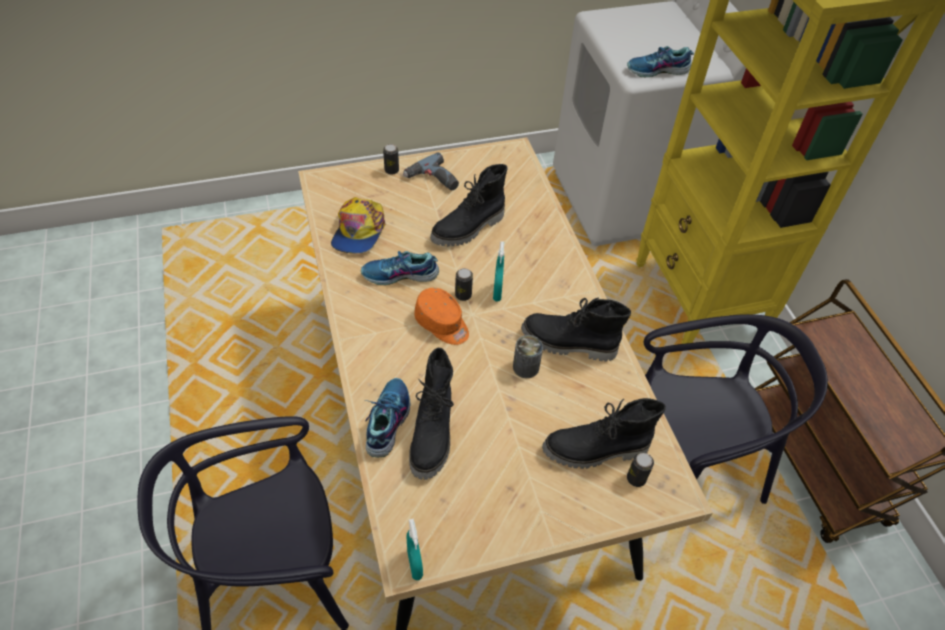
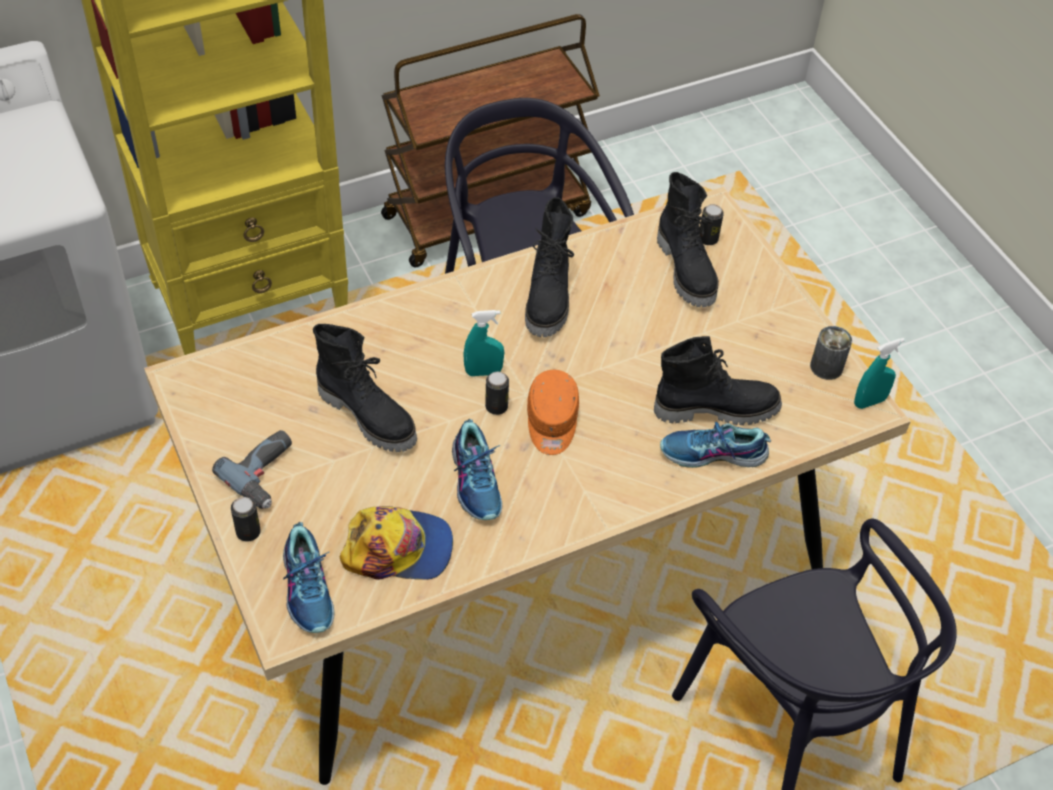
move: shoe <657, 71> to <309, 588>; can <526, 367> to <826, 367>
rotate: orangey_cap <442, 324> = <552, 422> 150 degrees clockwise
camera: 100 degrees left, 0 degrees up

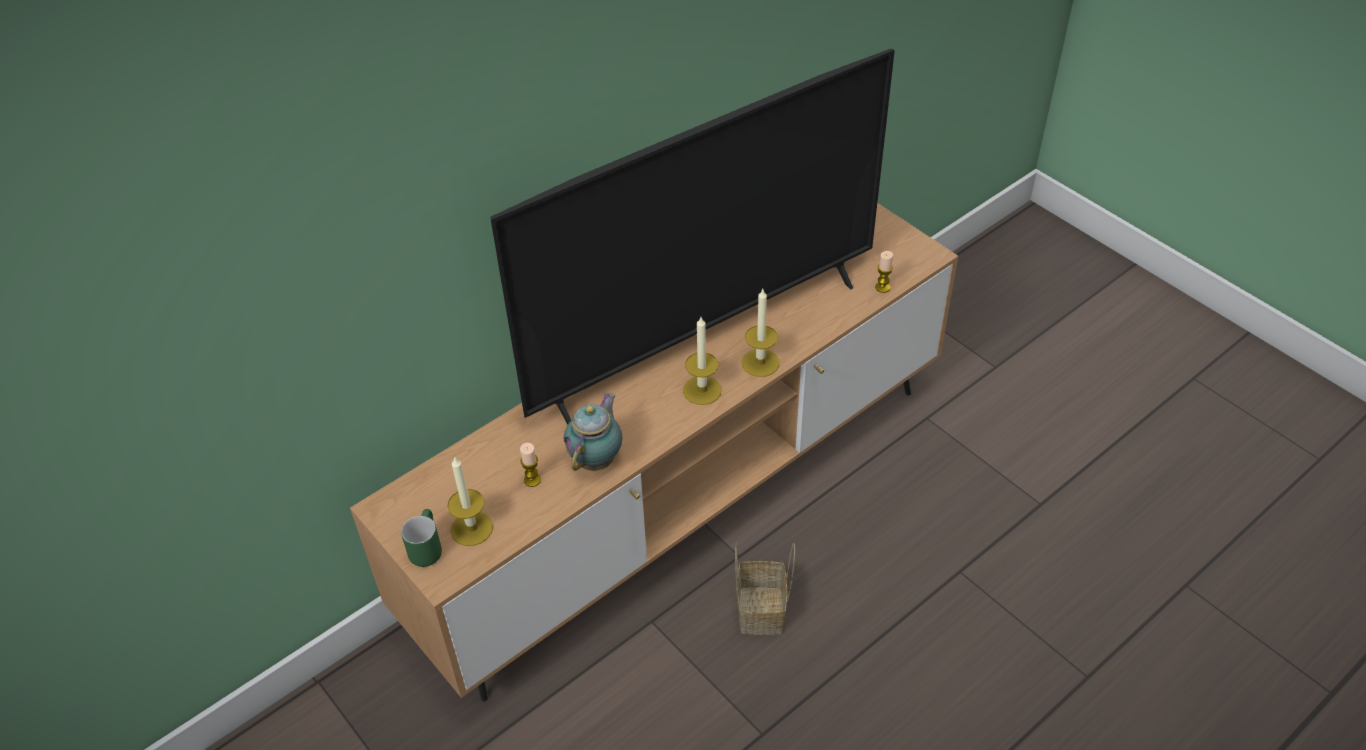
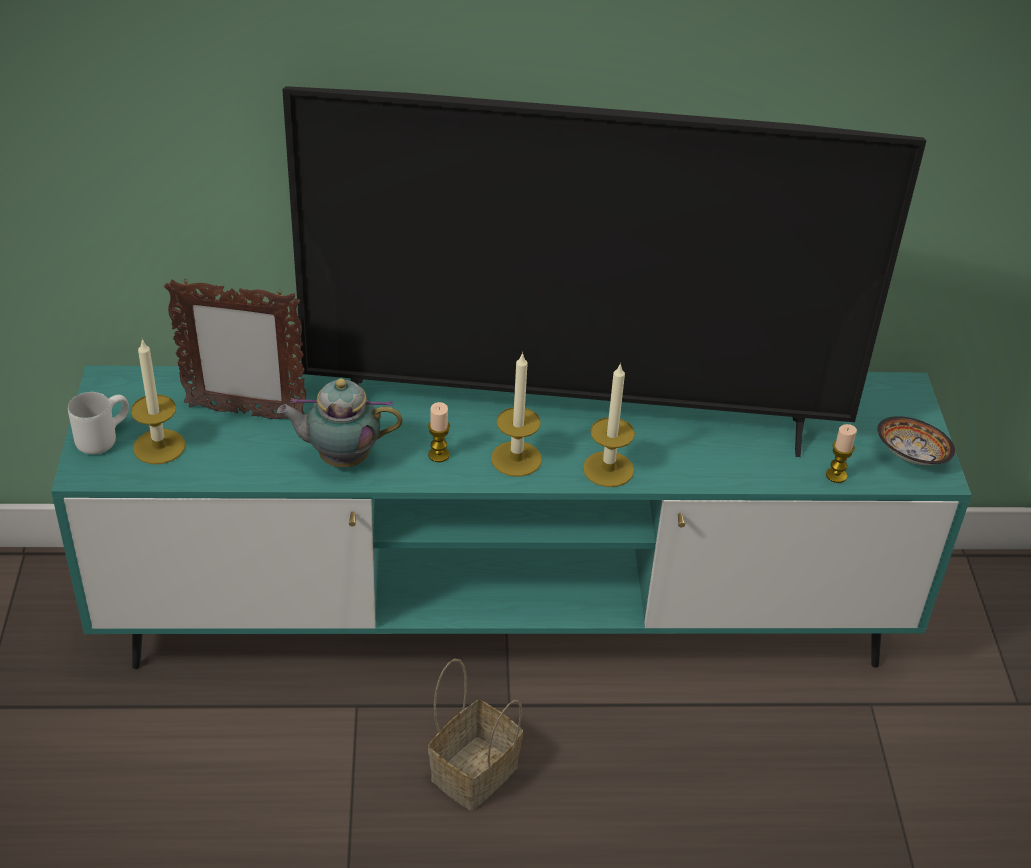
insert: photo_frame <245, 413>; bowl <911, 456>
move: candle <532, 480> to <438, 455>
recolor: brown_tv_unit <685, 506> to blue-green_tv_unit <505, 621>; green_tea_mug <425, 548> to white_tea_mug <102, 437>
rotate: teapot <597, 459> = <340, 458> 150 degrees counterclockwise
camera: 35 degrees right, 5 degrees down

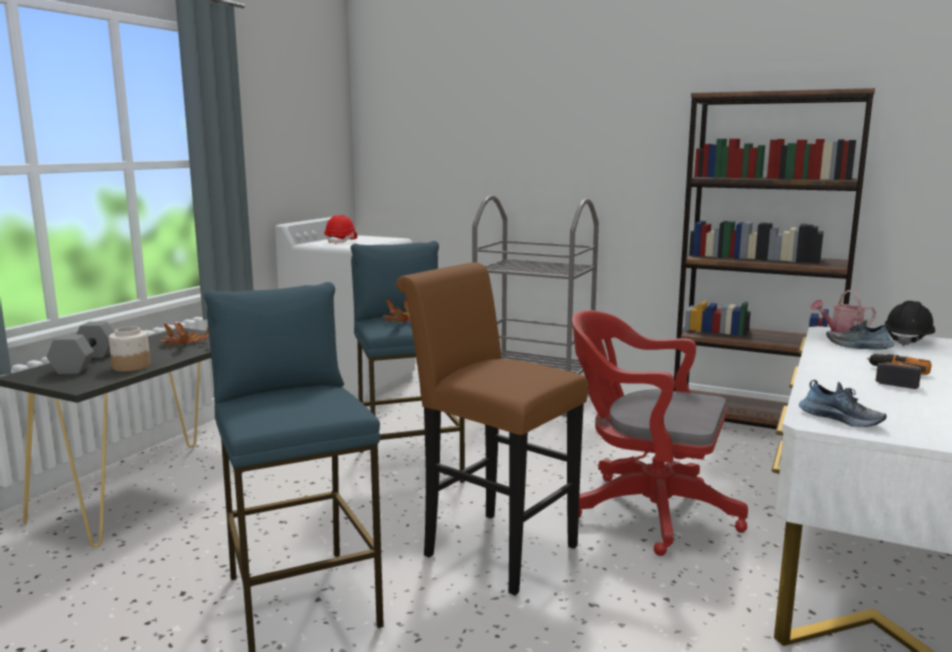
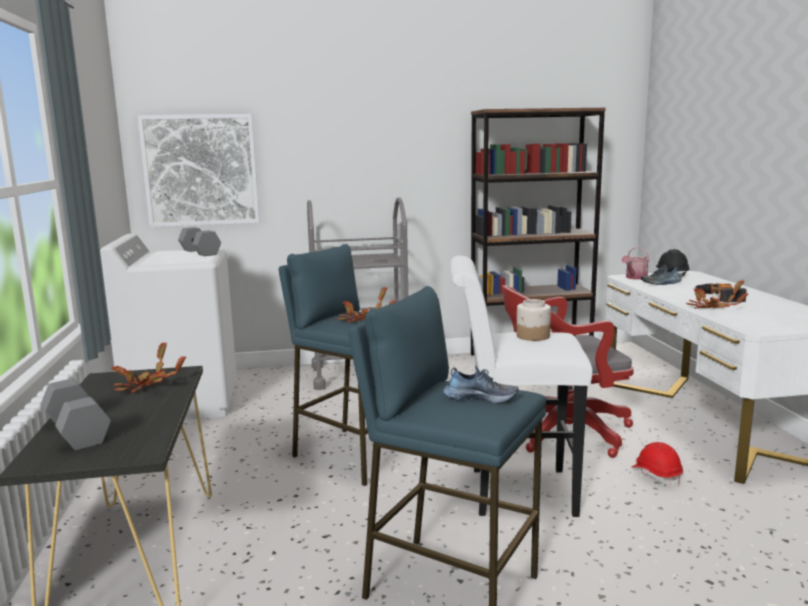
insert: wall_picture <201, 170>; grey_free_weight <201, 252>; houseplant <711, 308>
move: red_safety_helmet <341, 242> to <656, 475>; jar <131, 366> to <533, 336>; shoe <841, 418> to <480, 397>
recolor: brown_sitting_stool <491, 547> to white_sitting_stool <512, 491>
camera: 35 degrees left, 0 degrees up

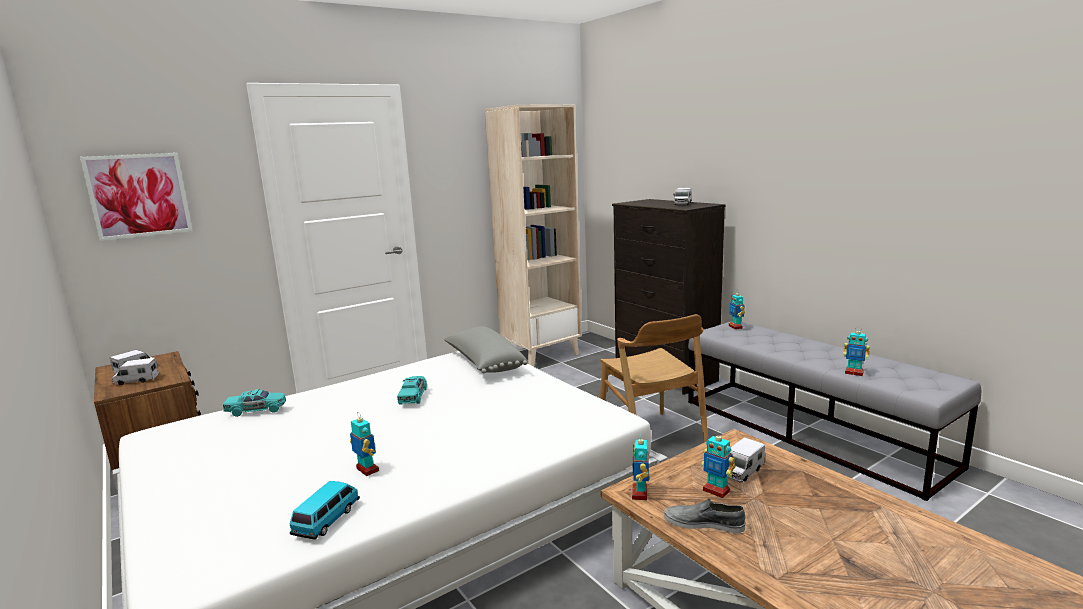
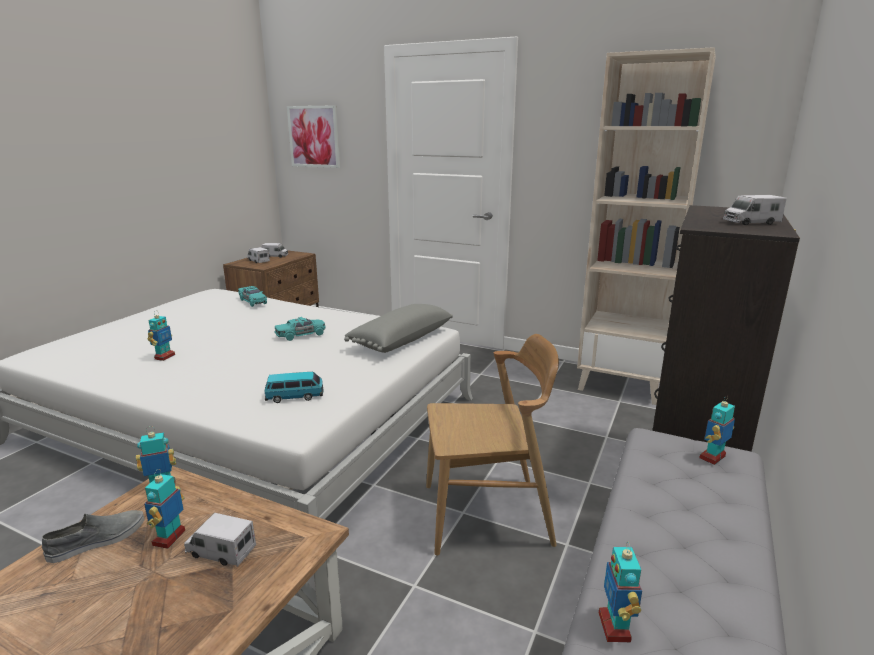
move: toy_car <327, 520> to <295, 397>
rotate: brown_chair <651, 437> = <487, 515> 135 degrees counterclockwise; grey_shoe <704, 523> = <98, 540> 60 degrees clockwise
camera: 60 degrees right, 5 degrees up

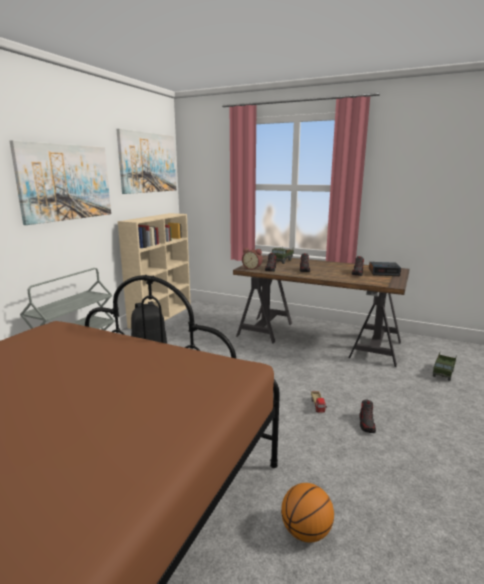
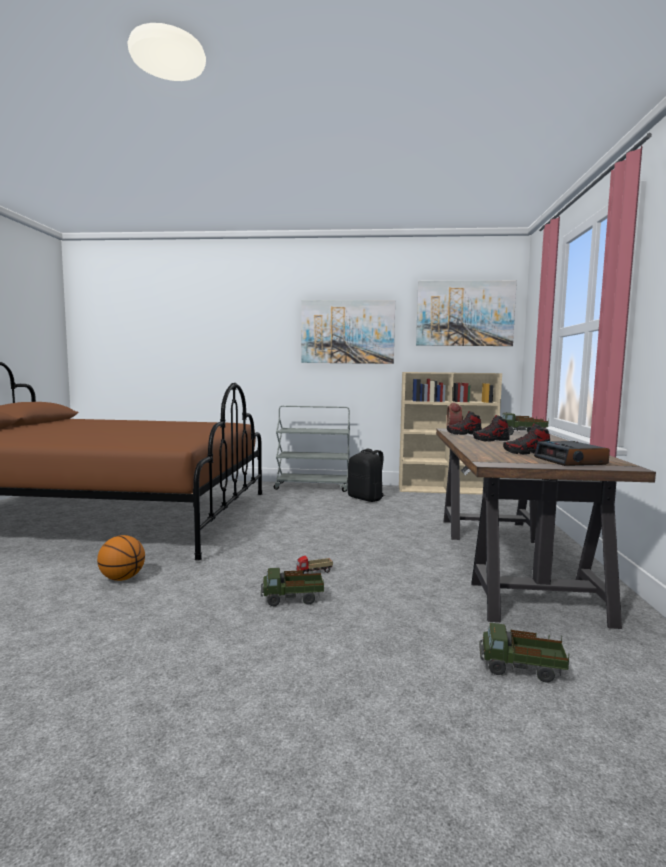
replace: shoe <366, 424> to model_truck <292, 599>
camera: 70 degrees right, 10 degrees down

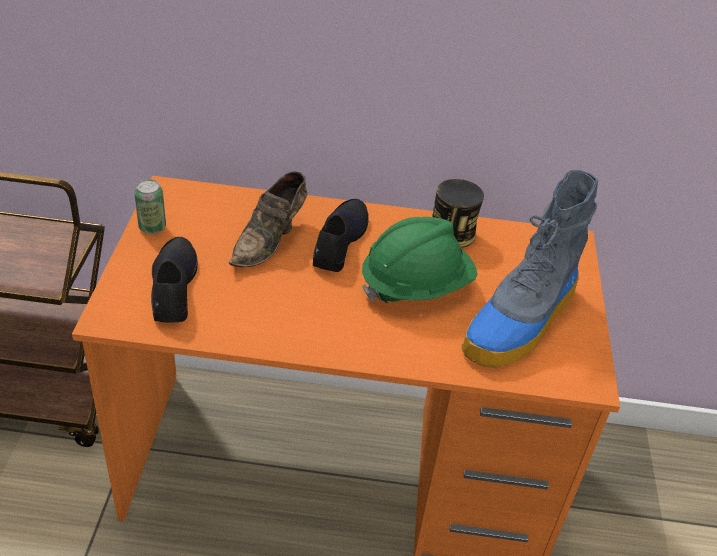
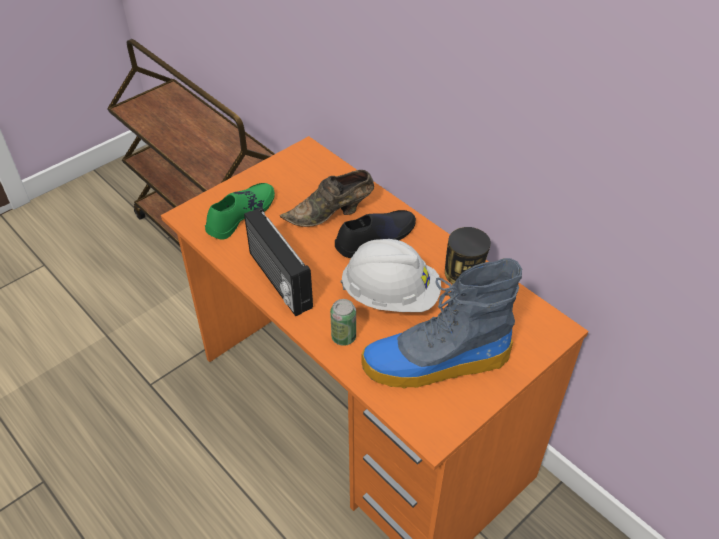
insert: radio <278, 280>
move: can <152, 227> to <343, 337>
recolor: green_safety_helmet <416, 286> to white_safety_helmet <390, 296>; blackish_shoe <173, 287> to green_shoe <240, 215>
camera: 45 degrees right, 5 degrees up

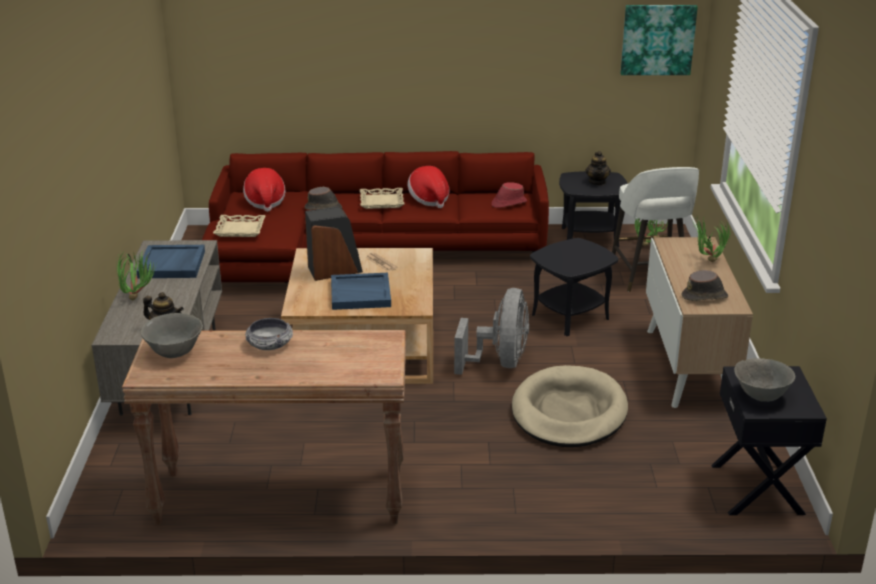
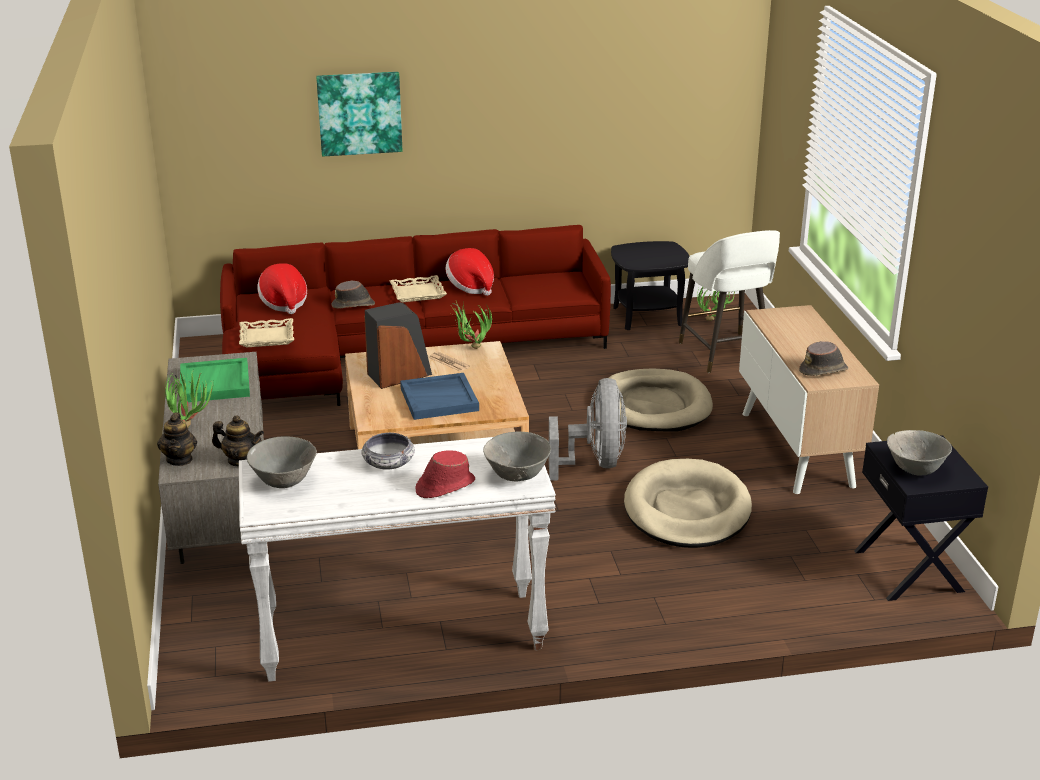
insert: grey_bowl <517, 476>
move: wall_picture <657, 39> to <359, 113>; teapot <597, 182> to <180, 459>; red_clothing_hat <508, 203> to <444, 486>; houseplant <707, 262> to <471, 349>
replace: blackish_accent_table <570, 317> to sand-coloured_dog_bed <654, 406>
recolor: bluish_carrying_tray <172, 265> to green_carrying_tray <215, 384>; brown_hall_table <279, 498> to white_hall_table <401, 637>
camera: 10 degrees left, 0 degrees up

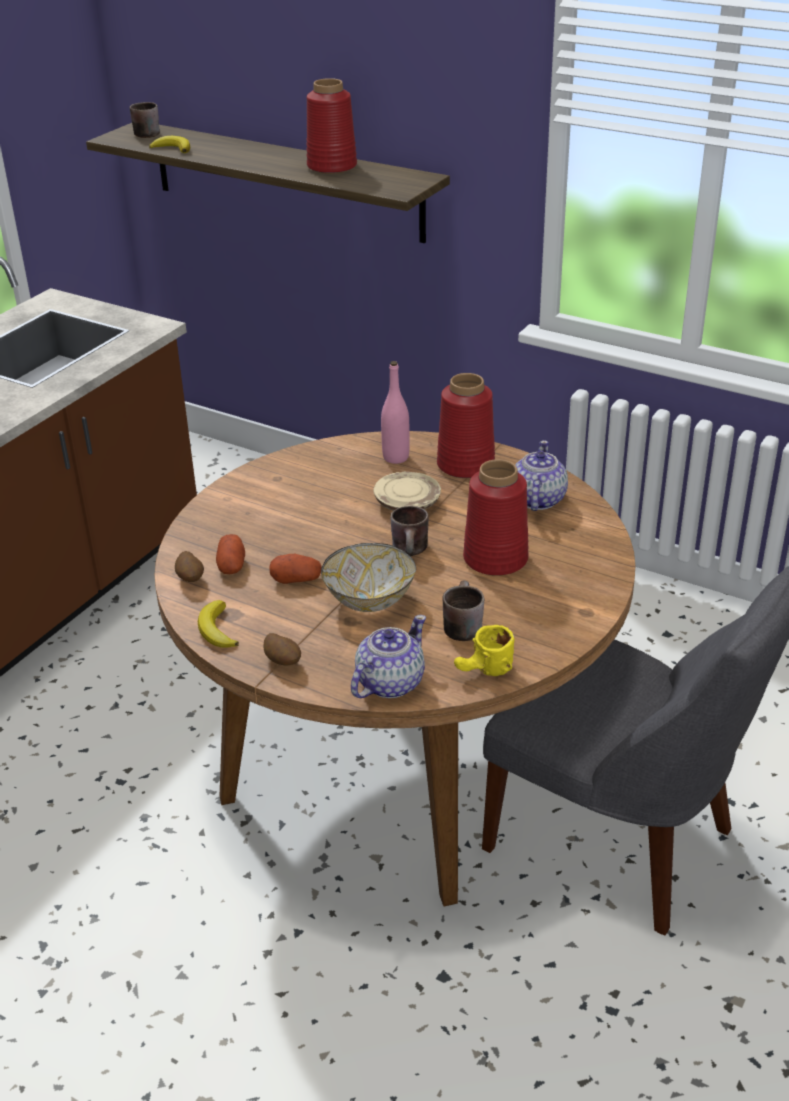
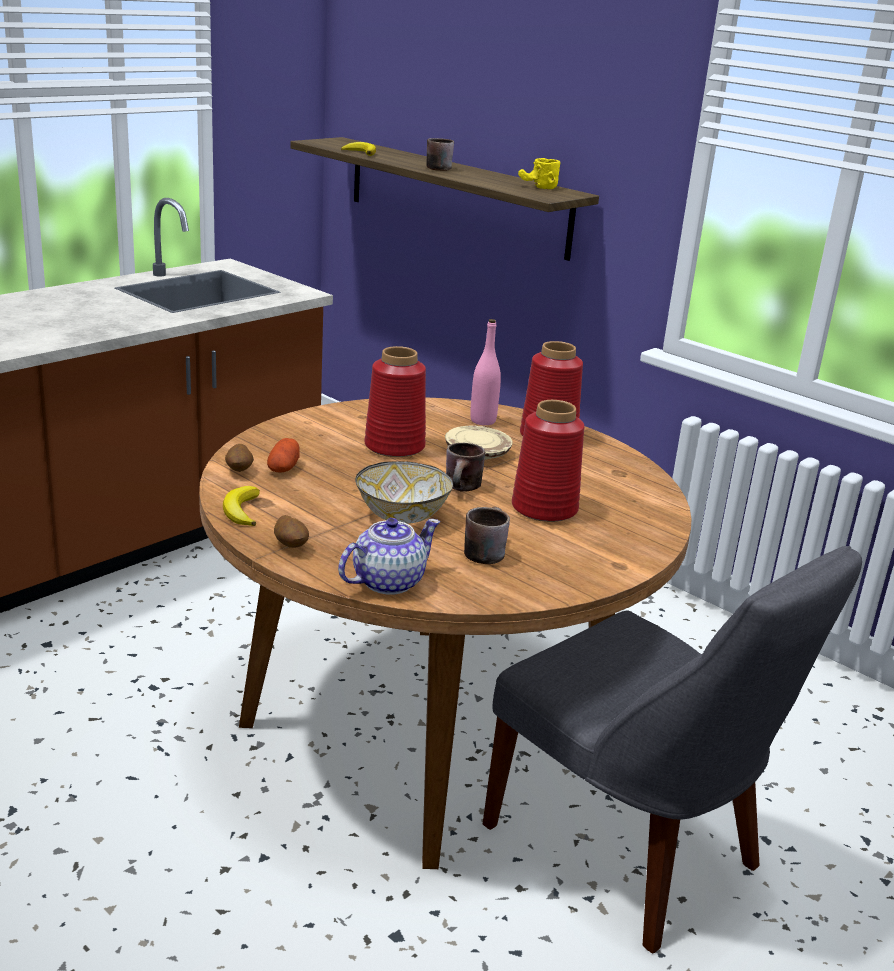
delete: teapot <537, 500>; spud <296, 579>
move: red_decorative_vase <332, 166> to <395, 446>; brown_tea_mug <144, 133> to <437, 167>; yellow-coloured_tea_mug <484, 672> to <538, 187>
camera: 10 degrees right, 10 degrees down

